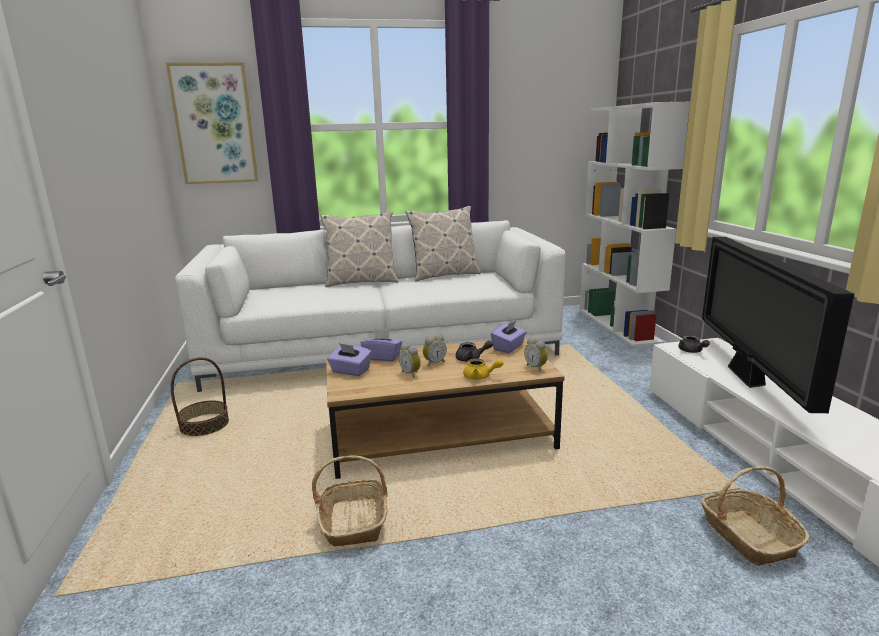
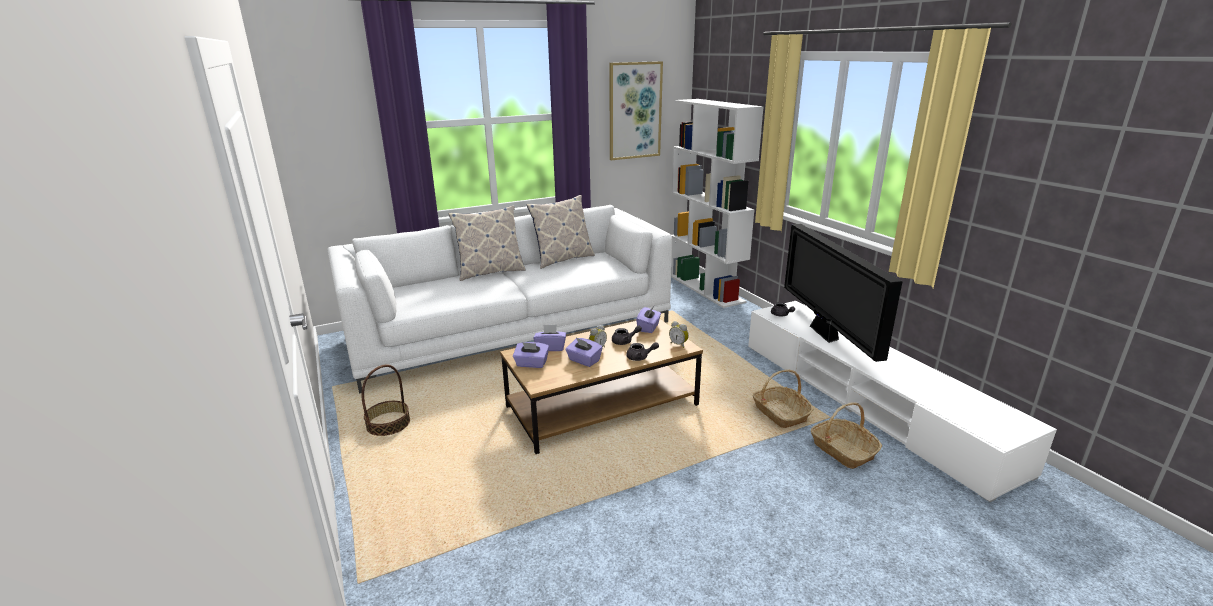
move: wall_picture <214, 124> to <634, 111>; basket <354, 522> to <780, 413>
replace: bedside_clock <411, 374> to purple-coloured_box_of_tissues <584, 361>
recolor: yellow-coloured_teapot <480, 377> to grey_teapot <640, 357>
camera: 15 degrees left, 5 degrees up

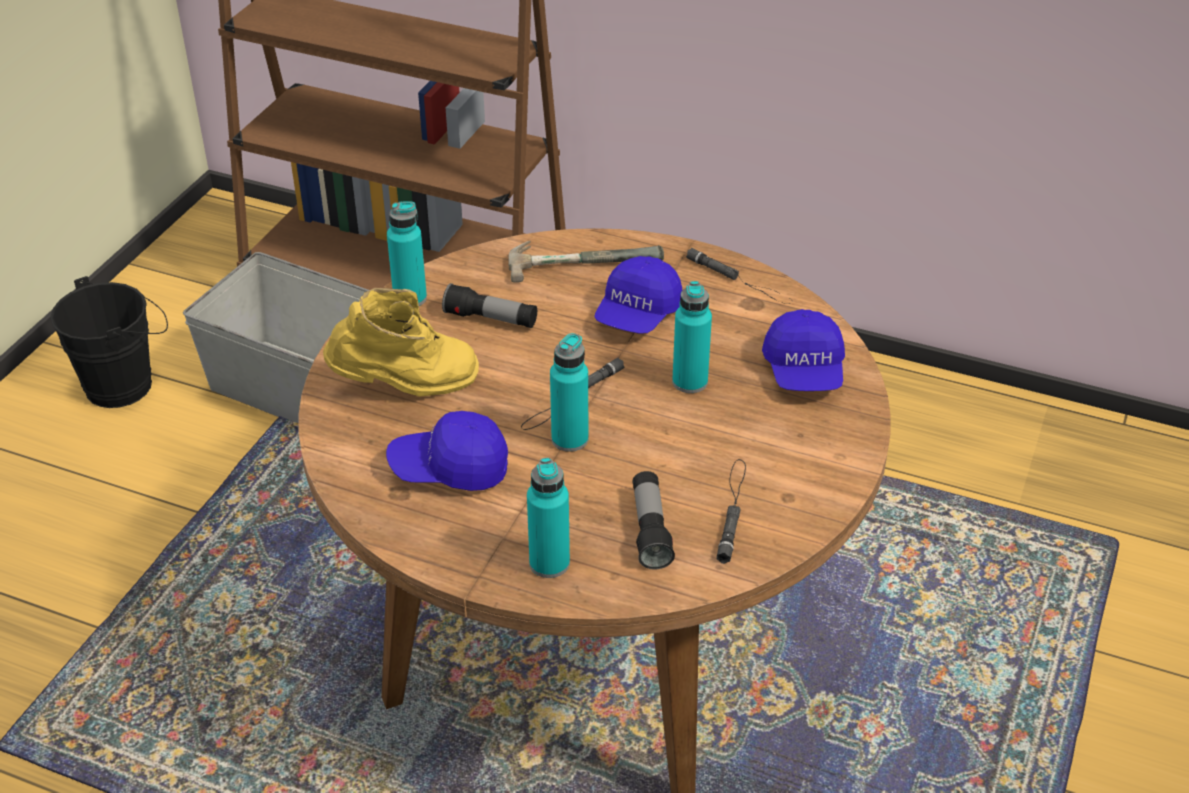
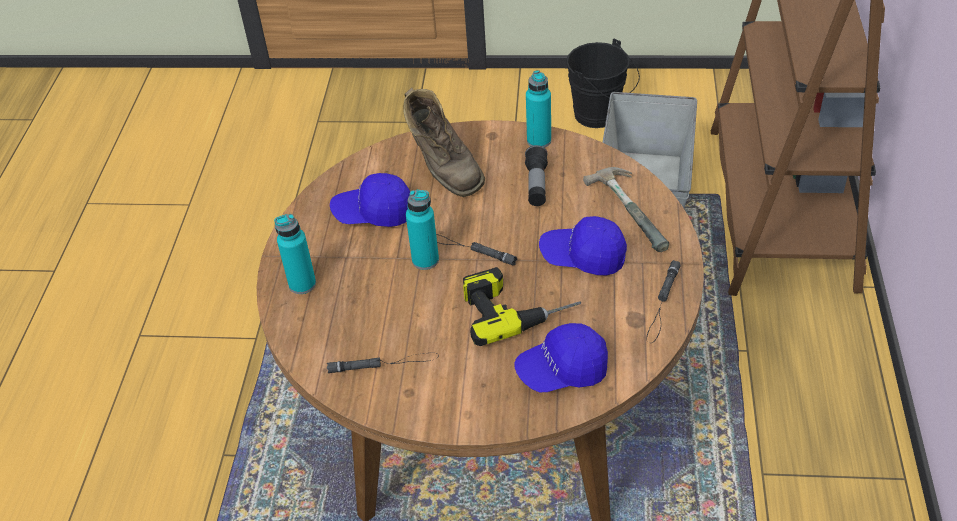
delete: torch <650, 530>
replace: blue-green_beverage_bottle <690, 382> to drill <516, 306>
recolor: yellow-coloured_boot <406, 388> to brown_boot <443, 170>
rotate: bluish_cap <450, 469> = <374, 213> 75 degrees counterclockwise
camera: 75 degrees right, 5 degrees up

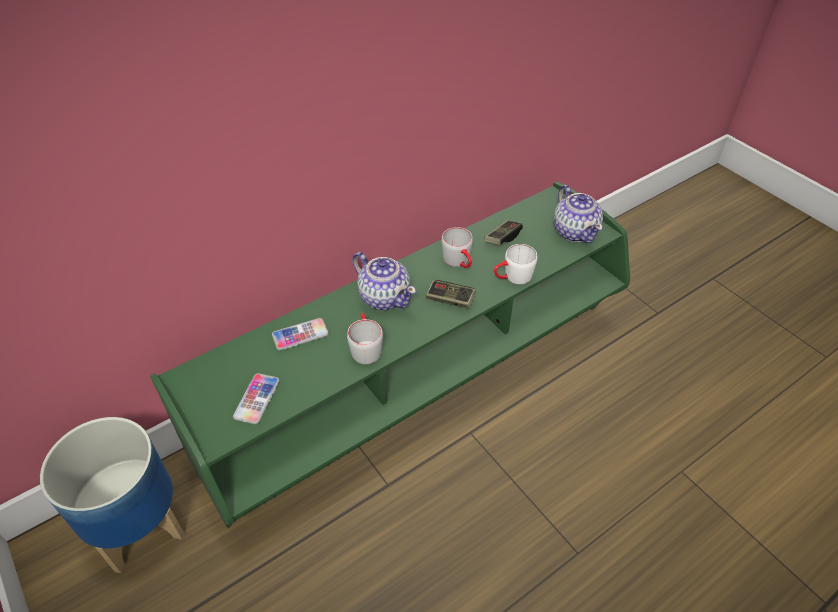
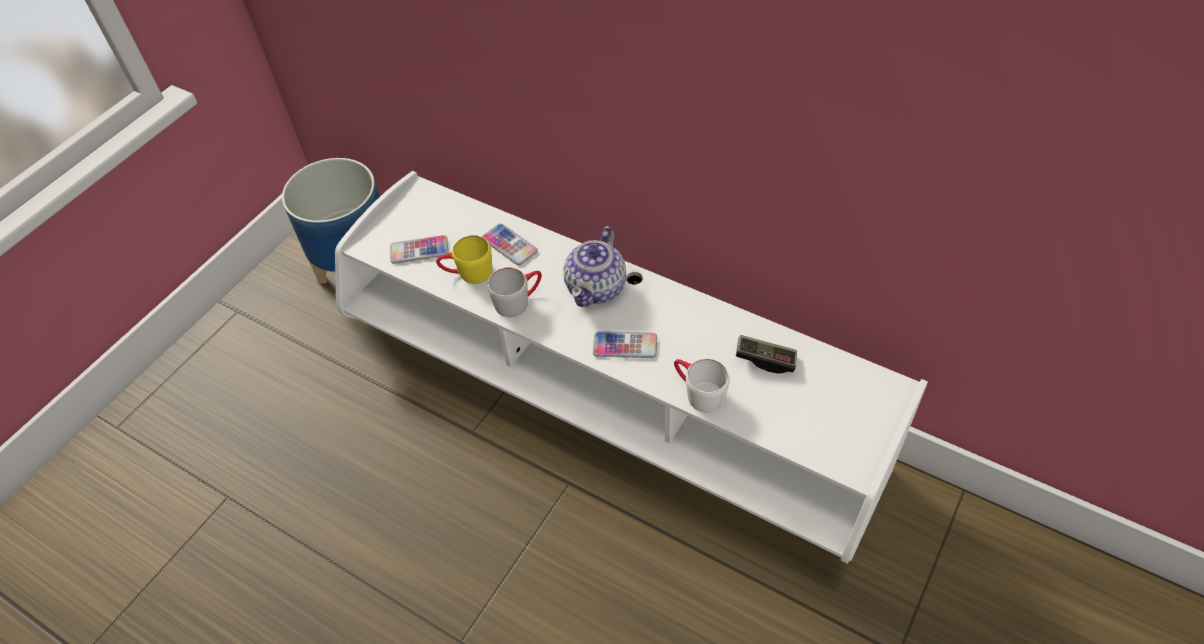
delete: teapot <575, 231>; grey_tea_mug <459, 262>
insert: yellow-coloured_tea_mug <467, 273>
replace: game_controller <450, 300> to telephone <625, 345>
recolor: green_tv_unit <419, 385> to white_tv_unit <610, 409>
camera: 70 degrees right, 5 degrees up

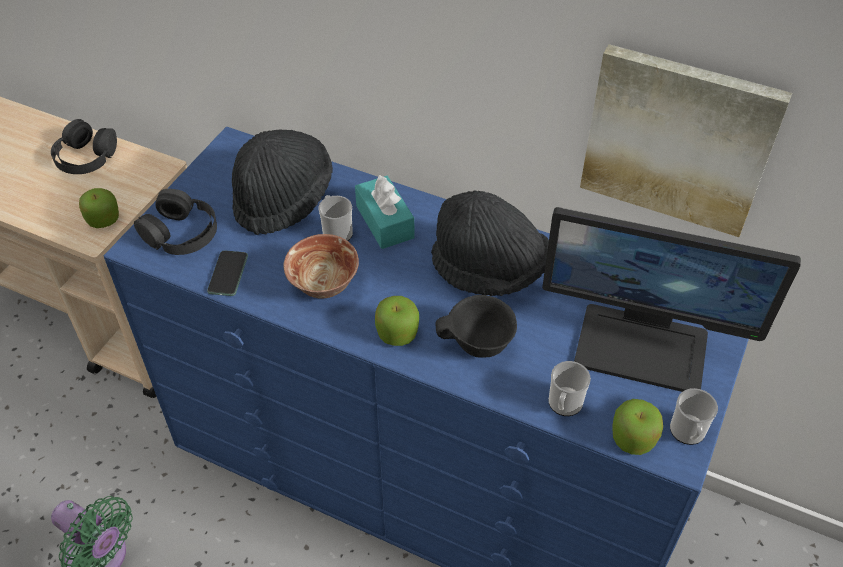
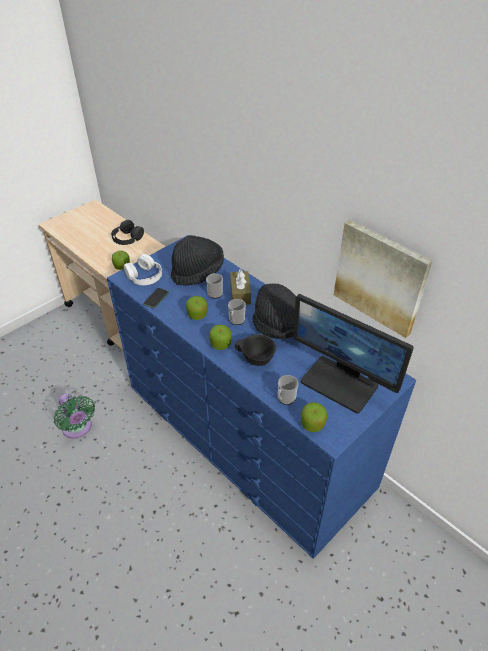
move: tea_mug <688, 433> to <236, 321>
replace: bowl <324, 286> to apple_fruit <197, 315>
recolor: blue-green_box_of_tissues <384, 222> to brown_box_of_tissues <240, 293>; blackish_pair_of_headphones <181, 232> to white_pair_of_headphones <144, 276>
camera: 20 degrees right, 5 degrees down

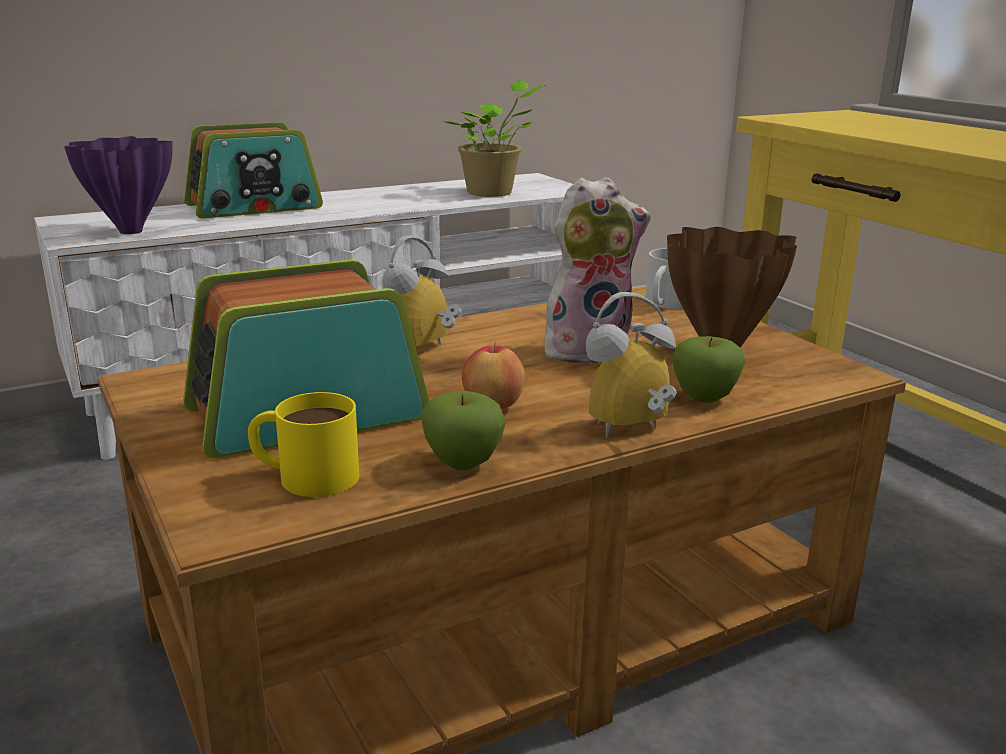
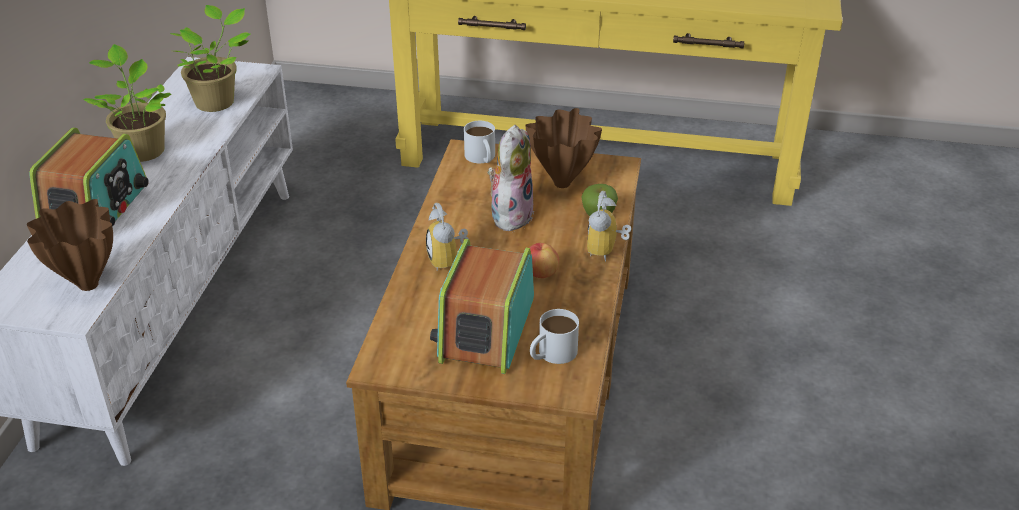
delete: apple_fruit <463, 463>
insert: houseplant <142, 150>
recolor: purple-coloured_decorative_vase <131, 231> to brown_decorative_vase <87, 284>; yellow-coloured_tea_mug <304, 475> to white_tea_mug <551, 354>
camera: 50 degrees left, 15 degrees up

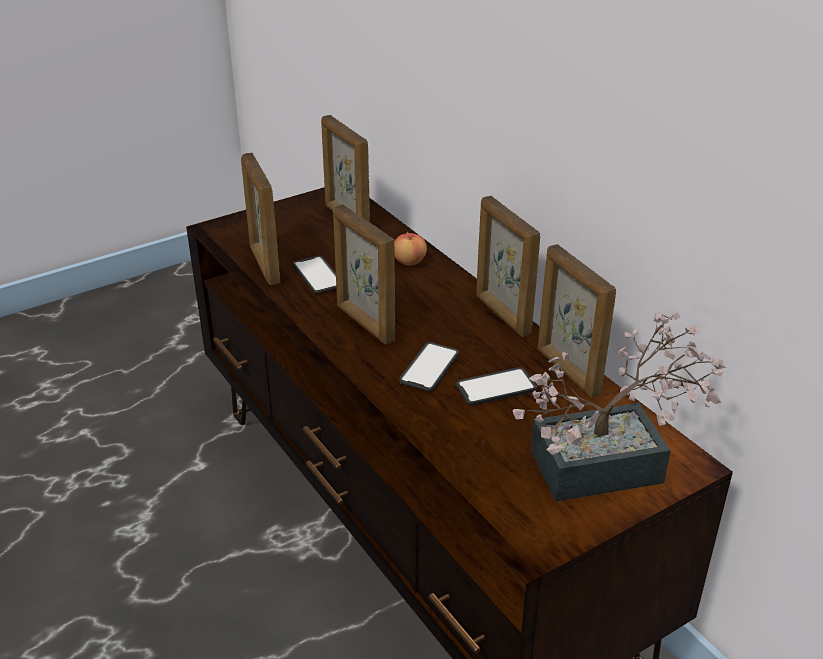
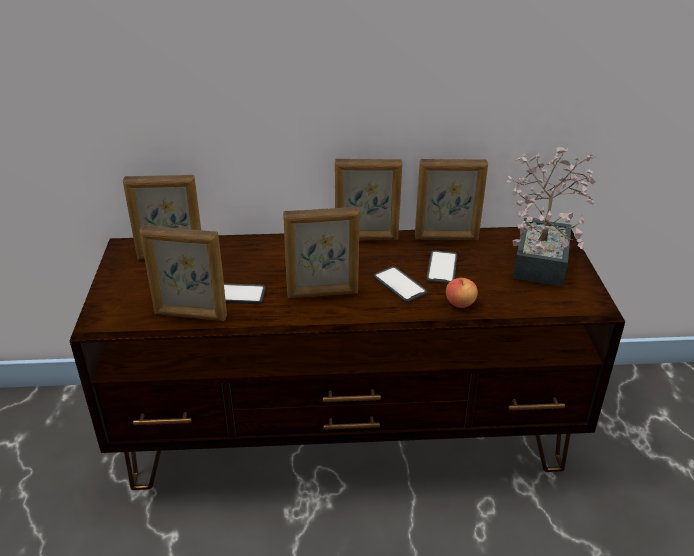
move: apple_fruit <409, 262> to <460, 303>
camera: 60 degrees left, 0 degrees up

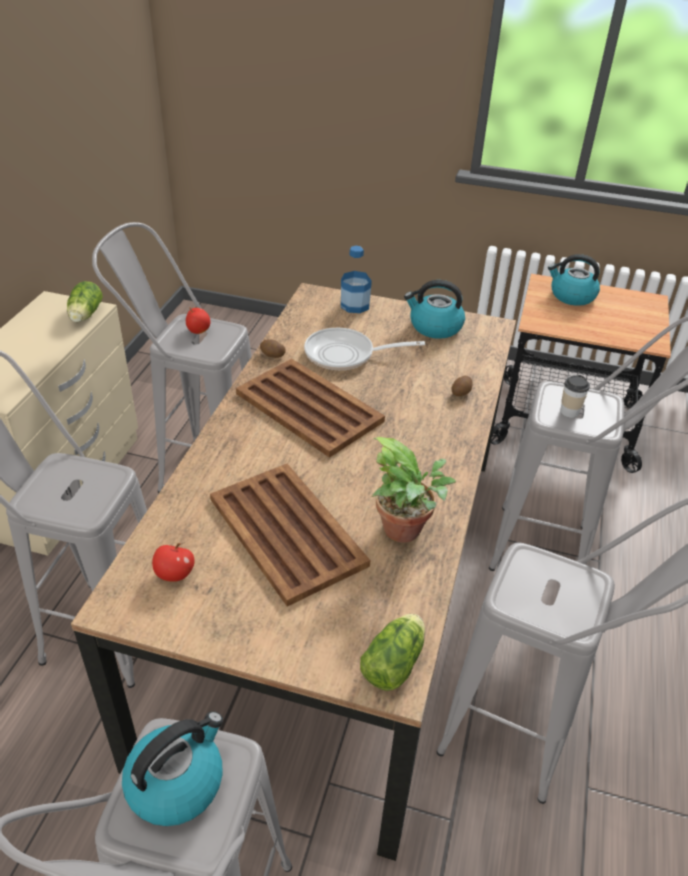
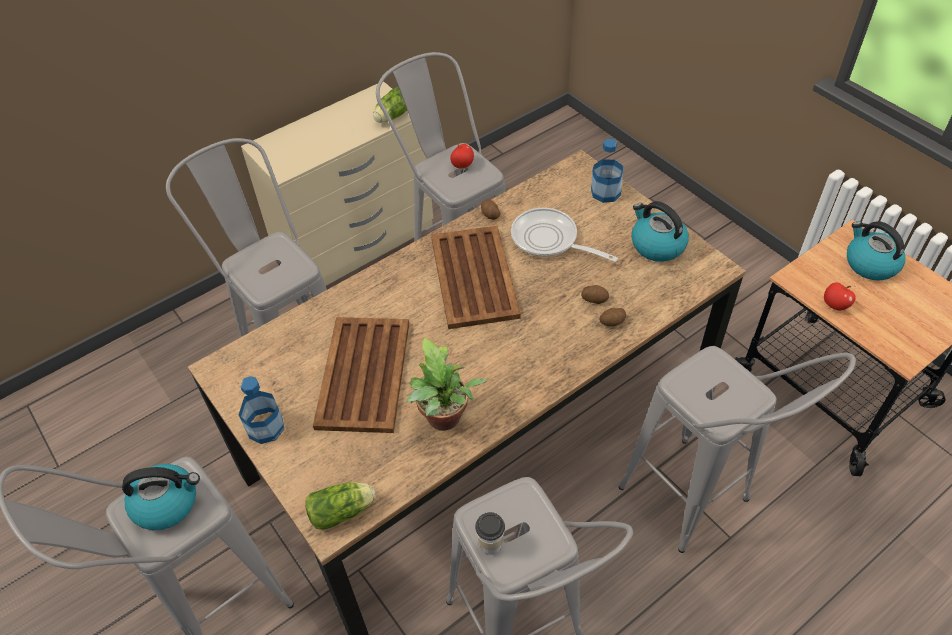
insert: spud <594, 299>; beverage_bottle <265, 427>
move: small_cup <569, 412> to <490, 544>; apple_fruit <174, 574> to <835, 305>
camera: 40 degrees right, 10 degrees up

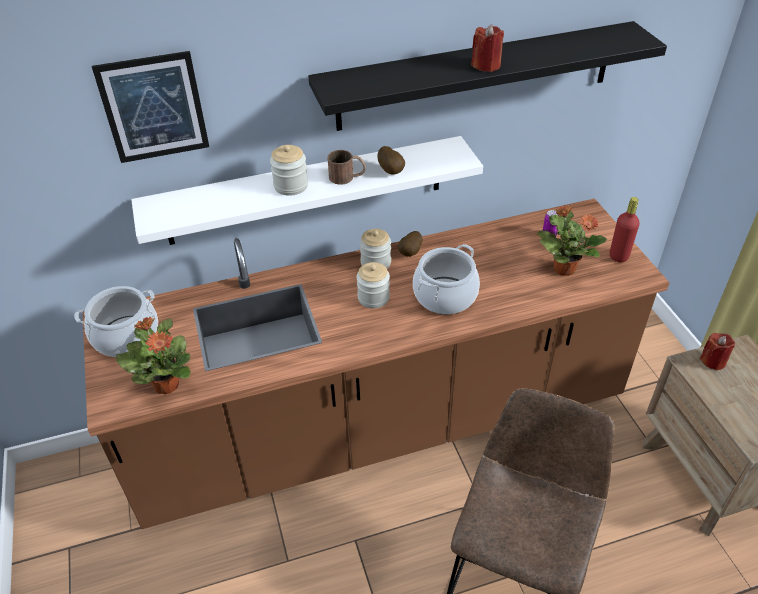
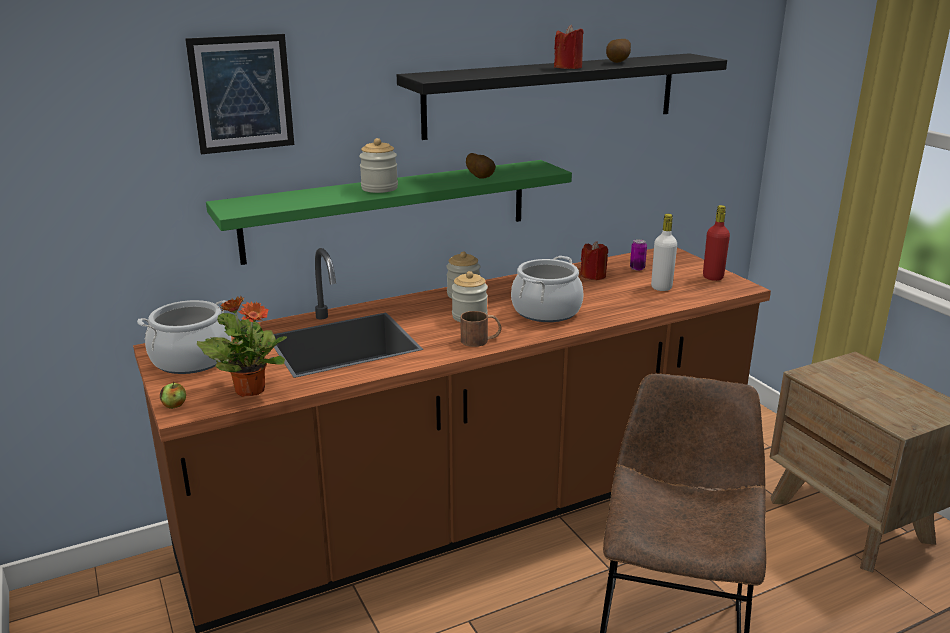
insert: apple_fruit <174, 405>
move: brown_tea_mug <347, 177> to <481, 340>; spud <410, 253> to <618, 62>; red_candle <713, 361> to <593, 276>
replace: houseplant <563, 268> to white_beverage_bottle <661, 287>
recolor: white_shelf <306, 191> to green_shelf <389, 210>
camera: 10 degrees left, 20 degrees down

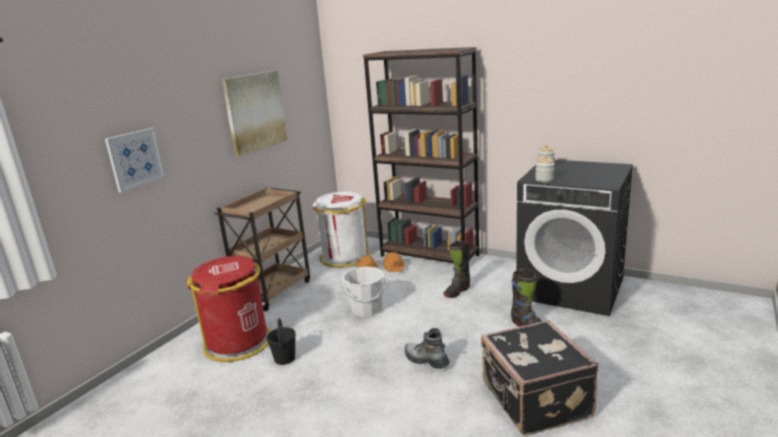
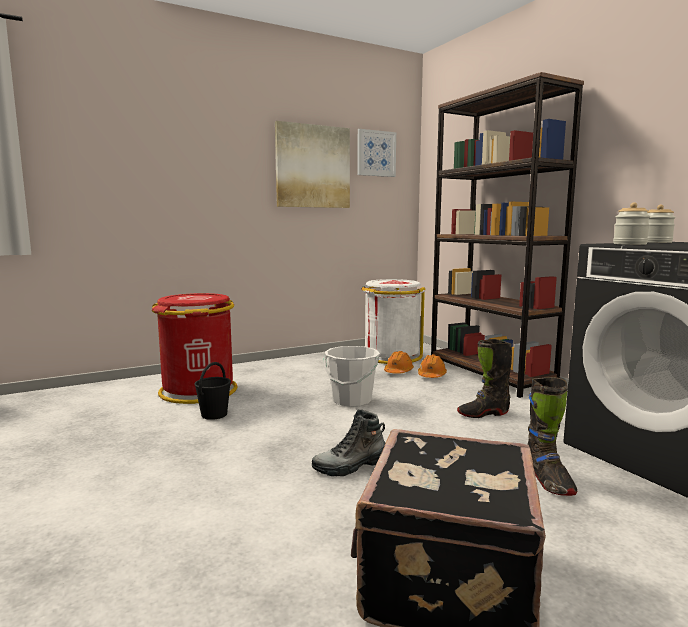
delete: brown_wheeled_cart <274, 291>
move: wall_picture <135, 159> to <376, 153>
rotate: boot <426, 360> = <351, 467> 90 degrees counterclockwise
camera: 30 degrees right, 10 degrees down

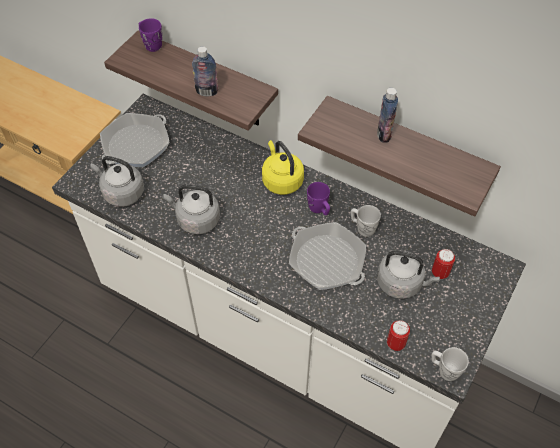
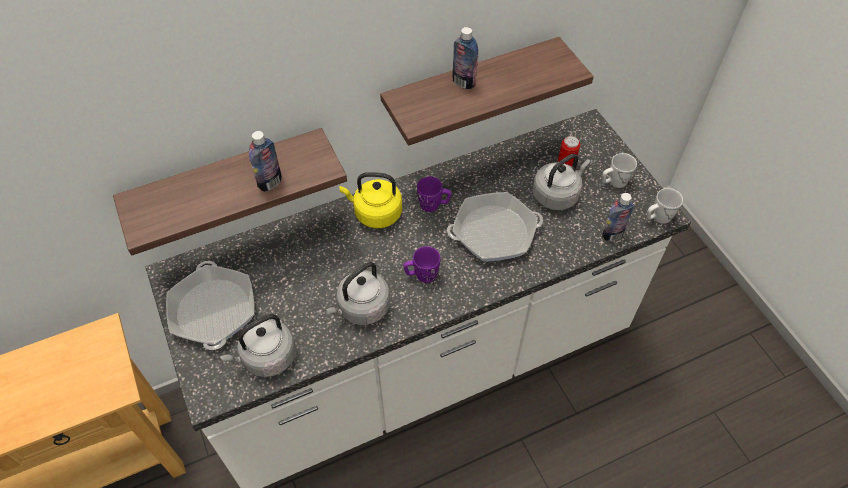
move: purple-coloured_tea_mug <151, 44> to <421, 275>; white_tea_mug <362, 228> to <614, 182>
replace: can <395, 343> to beverage_bottle <612, 234>
camera: 55 degrees left, 0 degrees up

